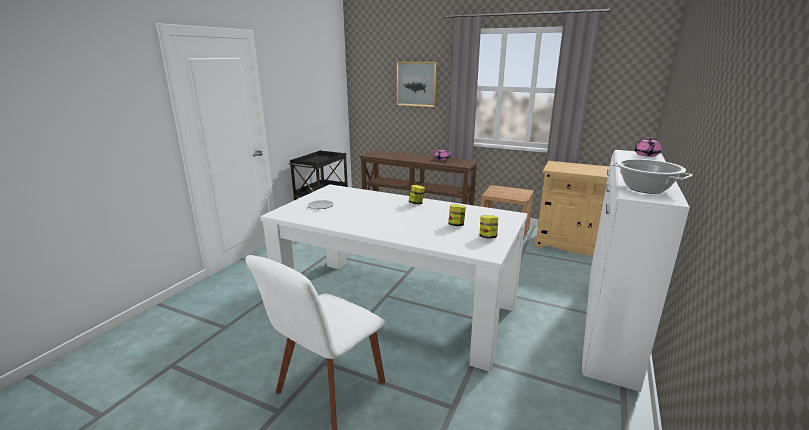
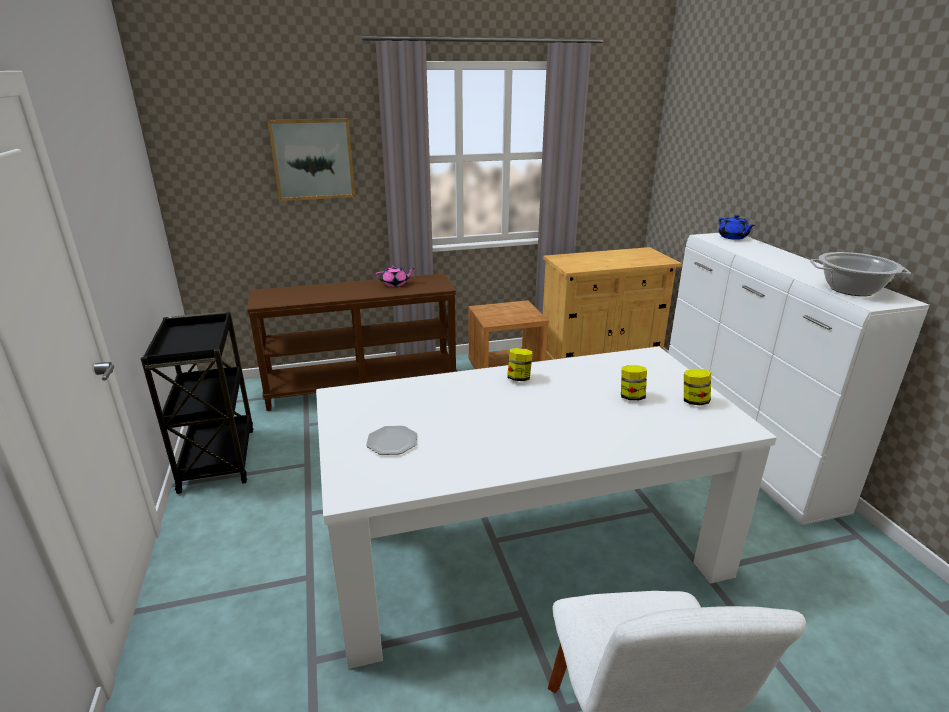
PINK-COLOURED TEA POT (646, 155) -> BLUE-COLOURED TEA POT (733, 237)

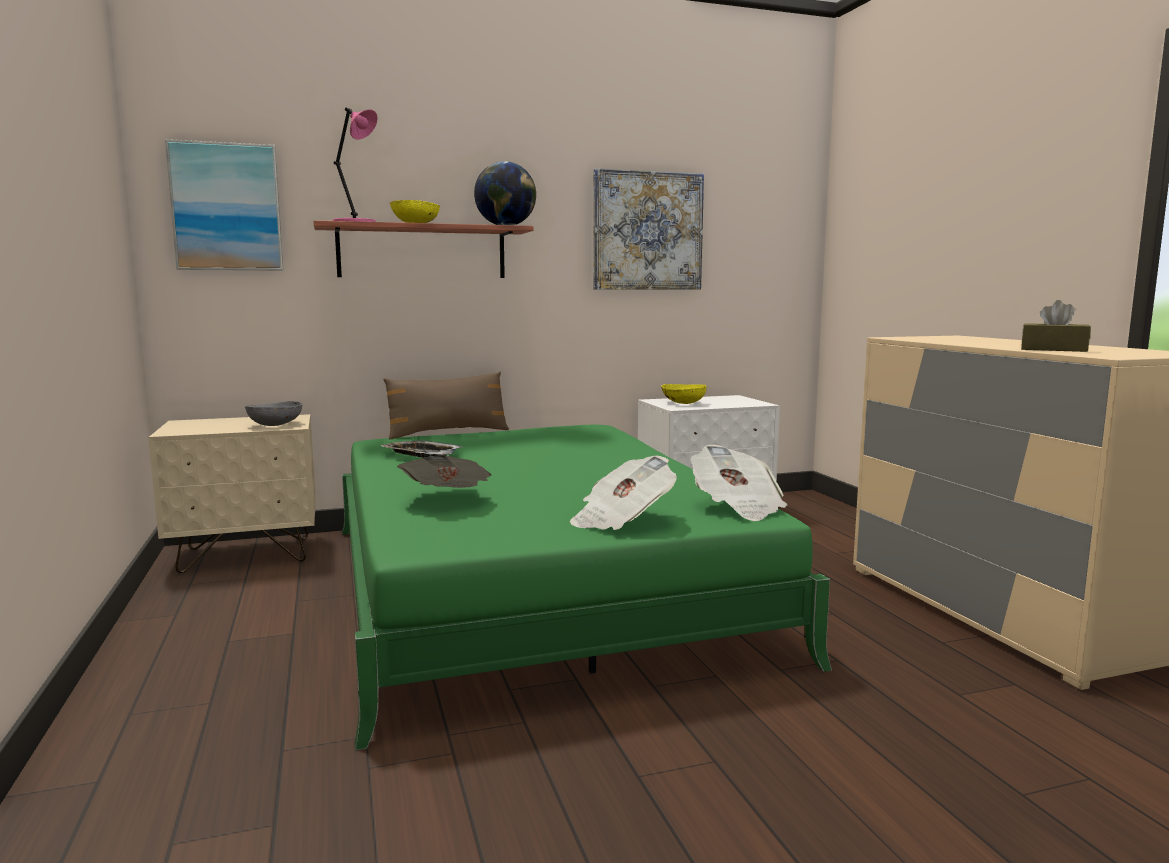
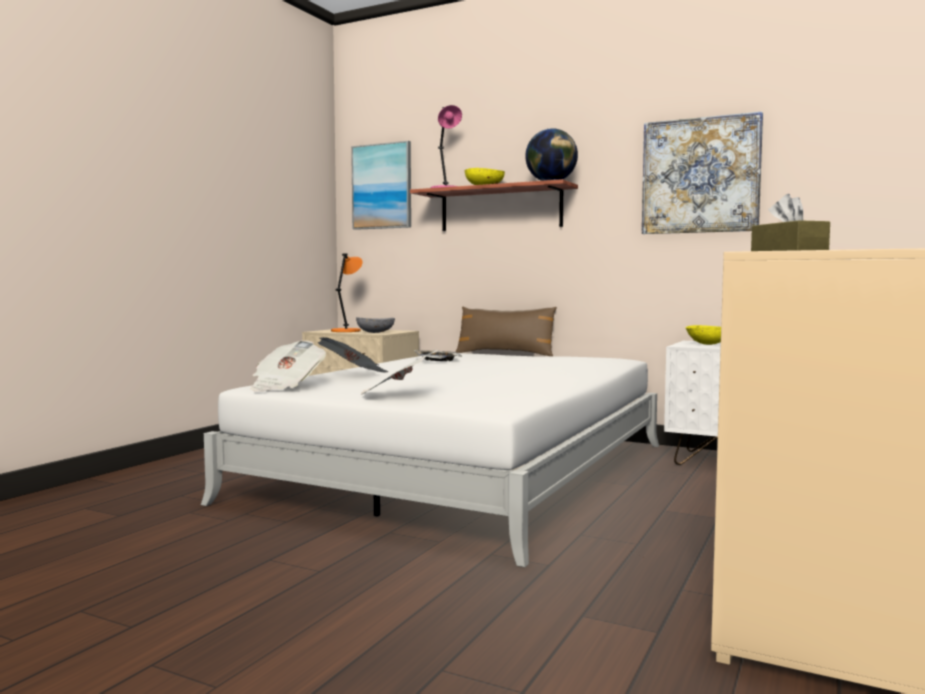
GREENISH BED (533, 586) -> WHITISH BED (464, 471)
DAILY PAPER (737, 507) -> DAILY PAPER (286, 386), moved
none -> ORANGE TABLE LAMP (346, 331)

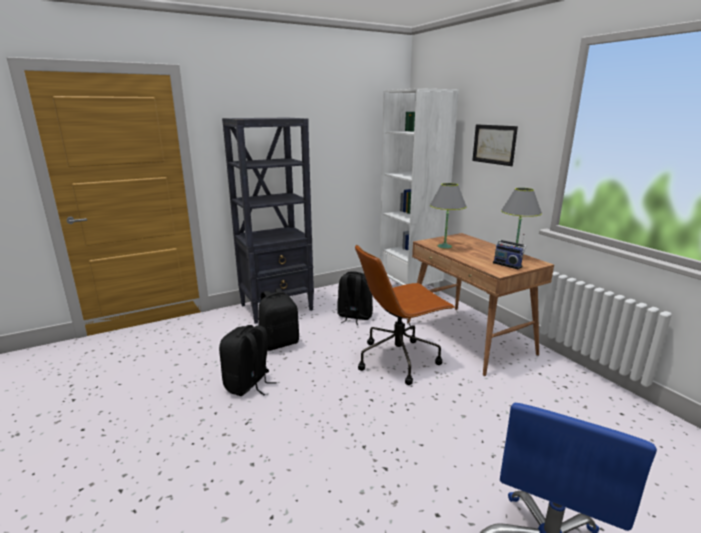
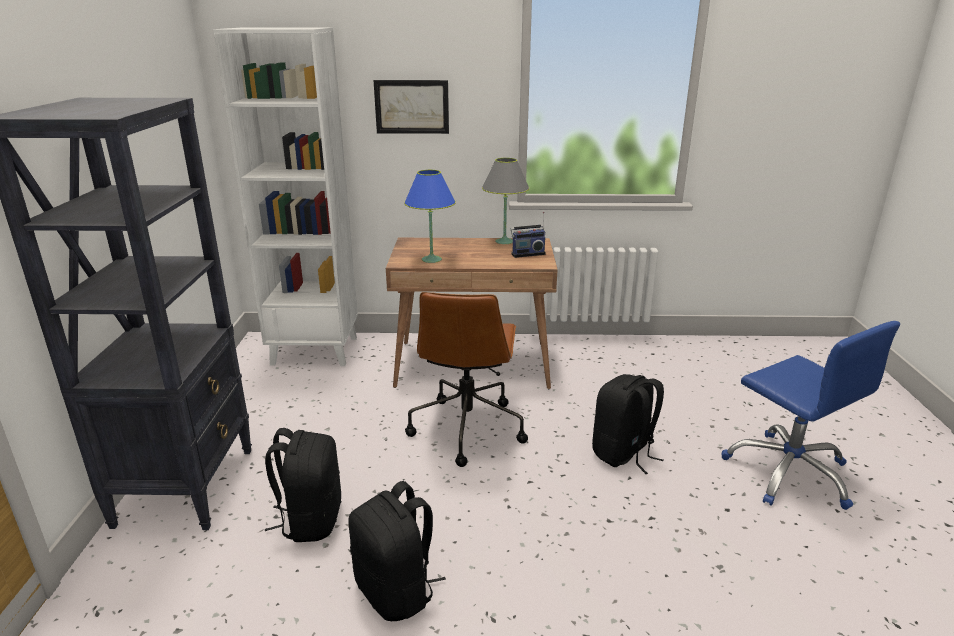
GRAY TABLE LAMP (444, 246) -> BLUE-COLOURED TABLE LAMP (431, 259)
BLACK-COLOURED KNAPSACK (354, 316) -> BLACK-COLOURED KNAPSACK (623, 454), moved

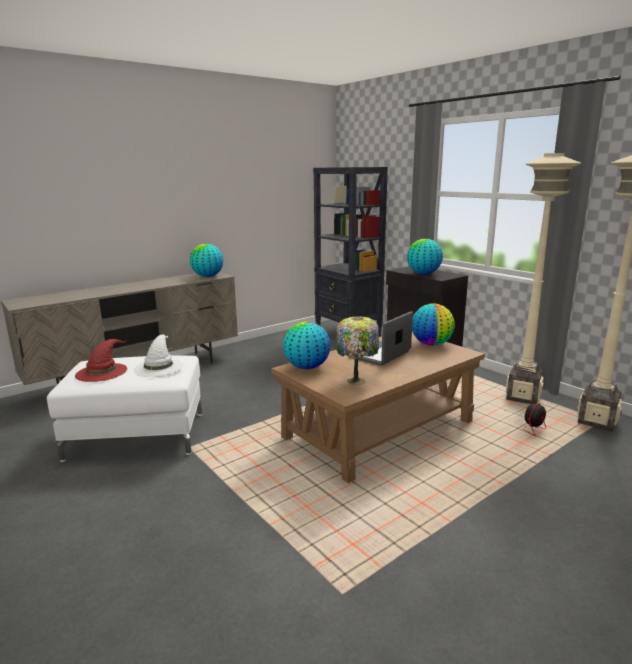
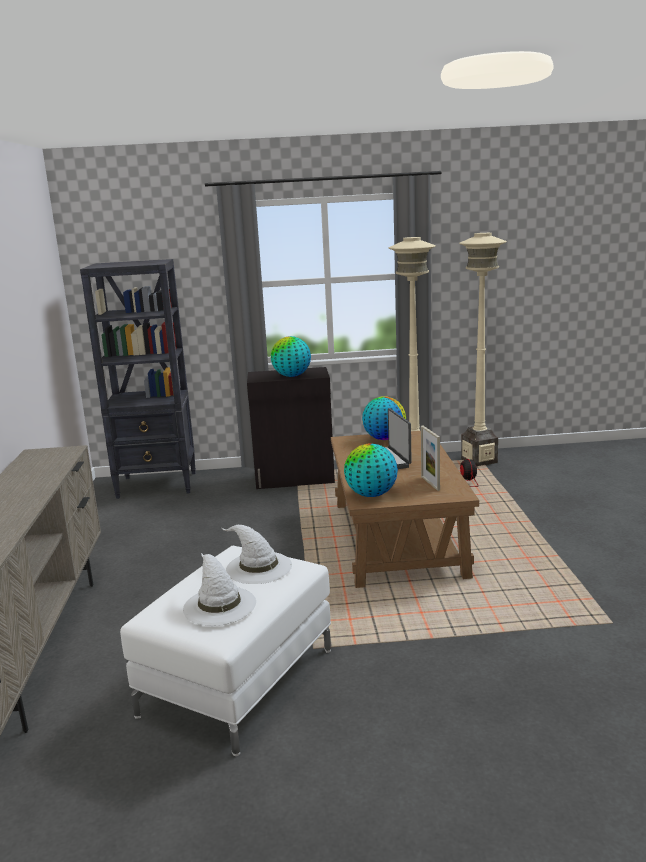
RED-COLOURED WEARABLE HAT (102, 372) -> WHITISH WEARABLE HAT (219, 605)
TABLE LAMP (357, 380) -> PHOTO FRAME (430, 483)
DESK GLOBE (207, 276) -> none

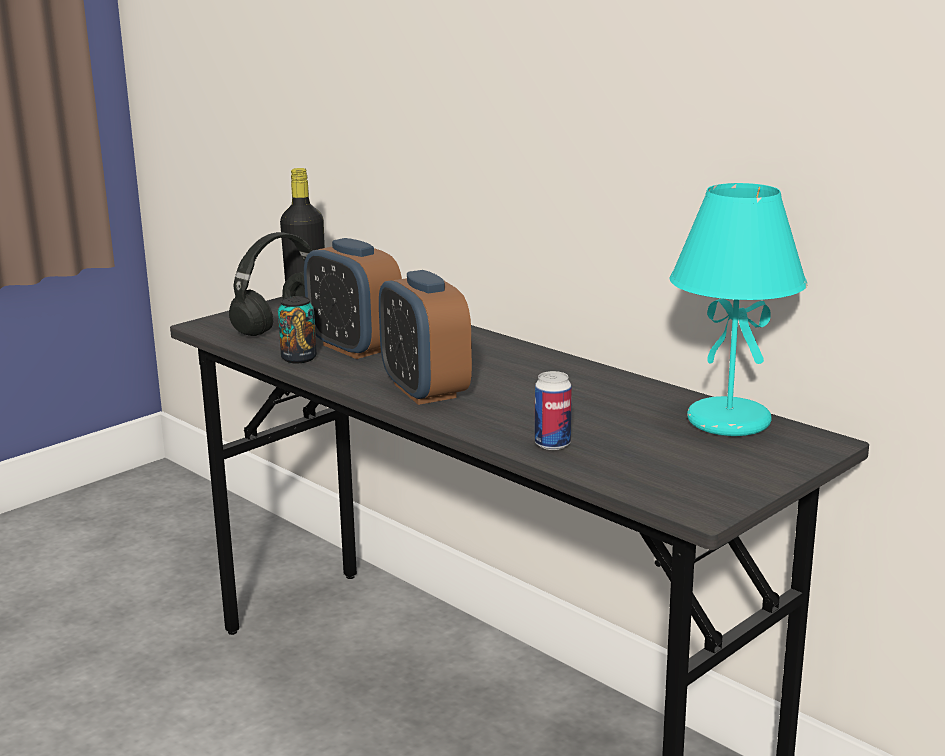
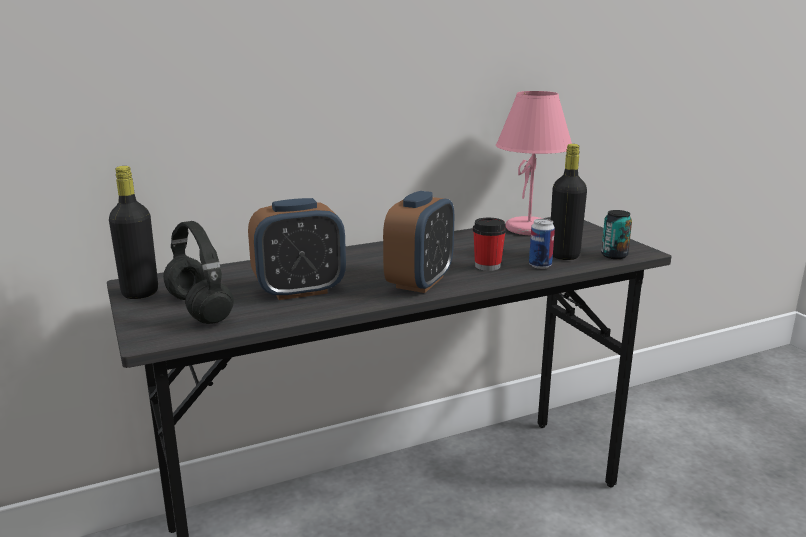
ALARM CLOCK (424, 391) -> ALARM CLOCK (420, 282), 60 degrees counterclockwise
none -> DRINKING CUP (487, 266)
TURQUOISE-COLOURED TABLE LAMP (727, 422) -> PINK-COLOURED TABLE LAMP (529, 229)
none -> BLACK-COLOURED DRINK BOTTLE (564, 255)
METAL CAN (299, 358) -> METAL CAN (614, 255), moved

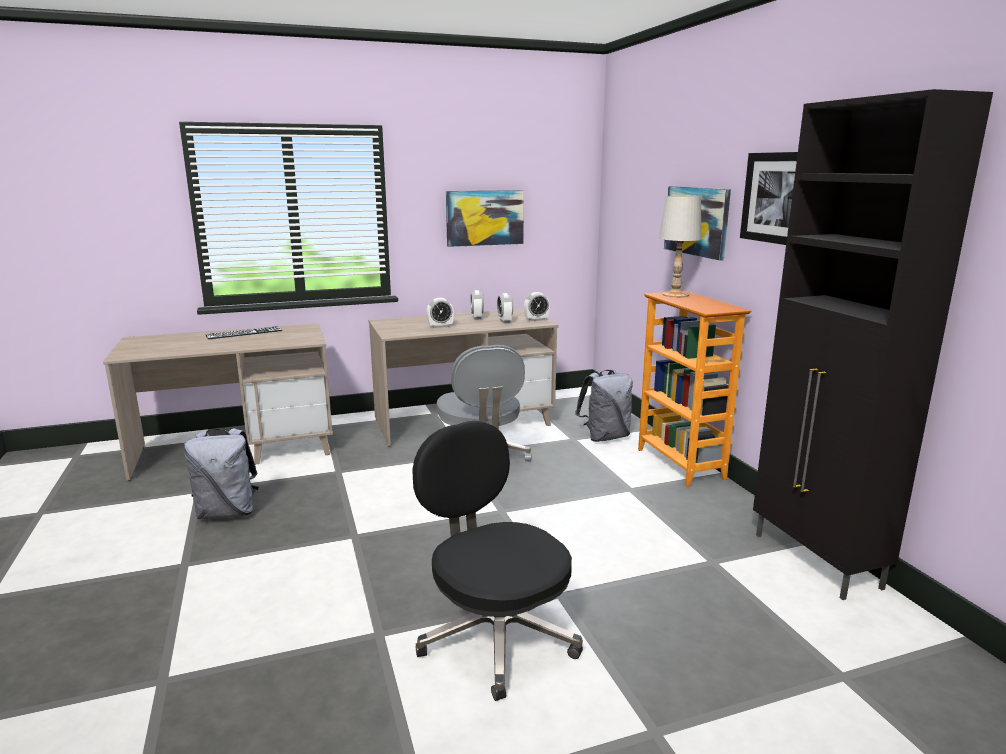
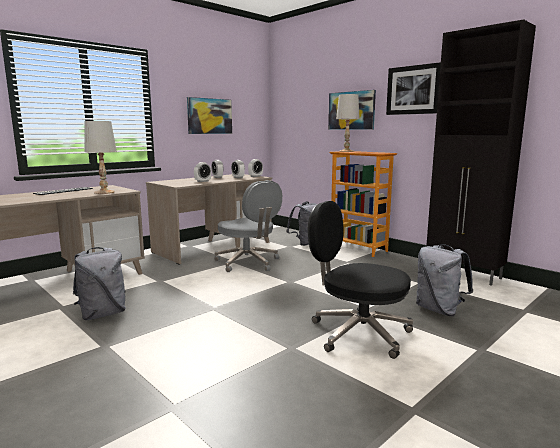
none -> WHITISH TABLE LAMP (104, 192)
none -> GRAY KNAPSACK (439, 310)

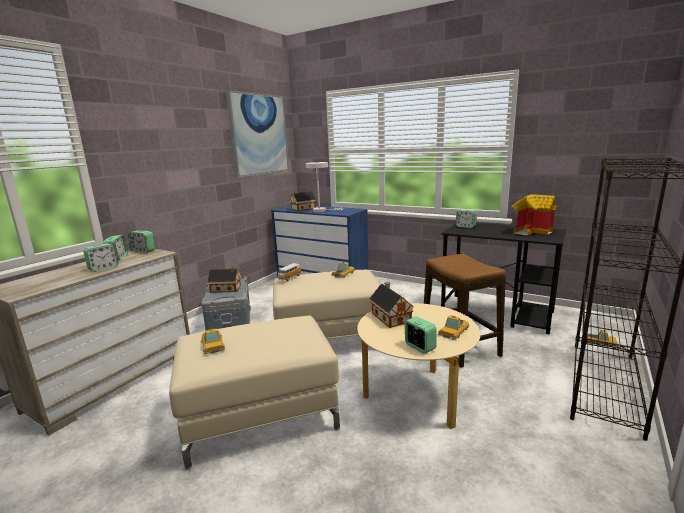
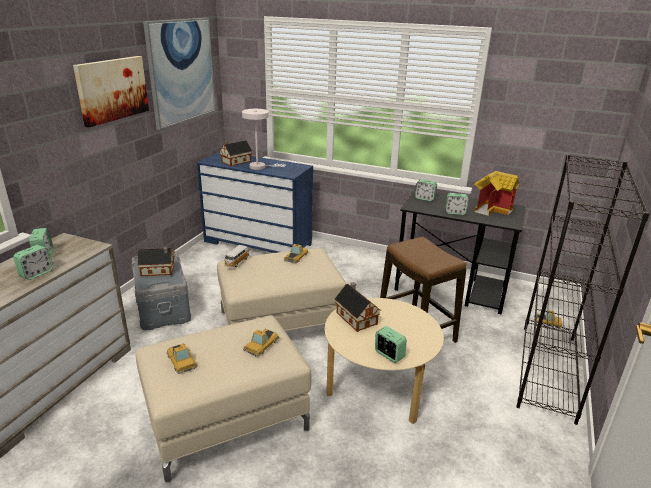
none -> WALL ART (112, 89)
MODEL CAR (453, 331) -> MODEL CAR (261, 345), moved
ALARM CLOCK (143, 251) -> ALARM CLOCK (455, 212), moved

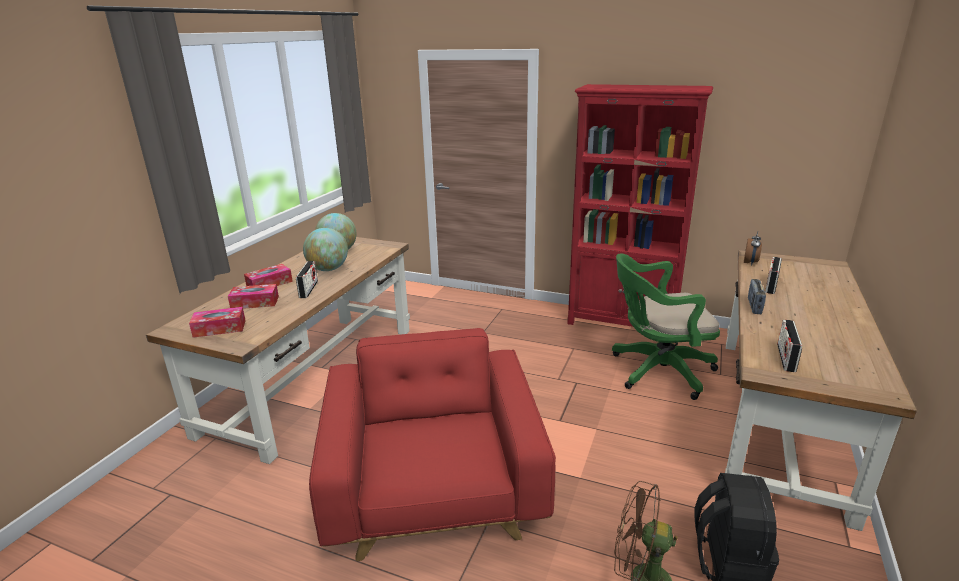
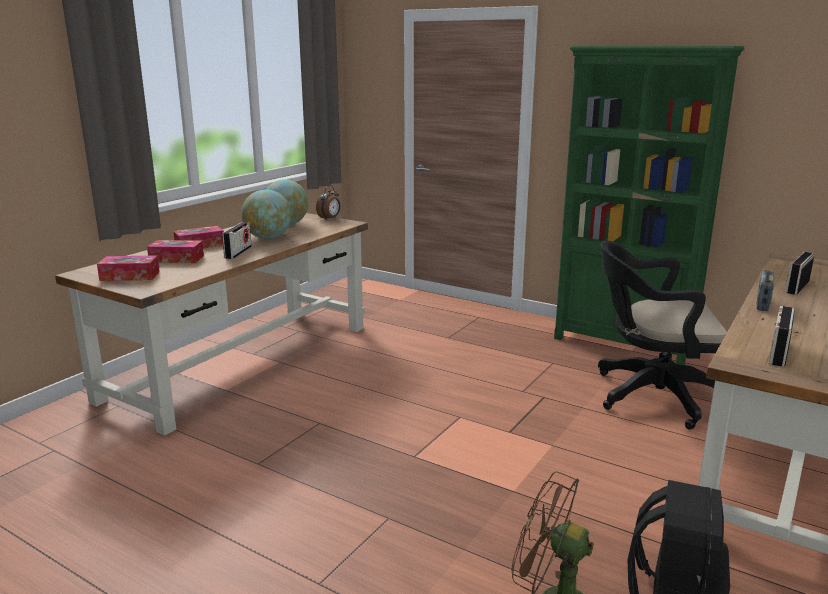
ALARM CLOCK (750, 263) -> ALARM CLOCK (329, 218), moved
RED-COLOURED BOOKSHELF (622, 323) -> GREENISH BOOKSHELF (624, 344)
GREENISH DESK CHAIR (656, 371) -> BLACK-COLOURED DESK CHAIR (650, 395)
RED-COLOURED LOUNGE CHAIR (434, 491) -> none

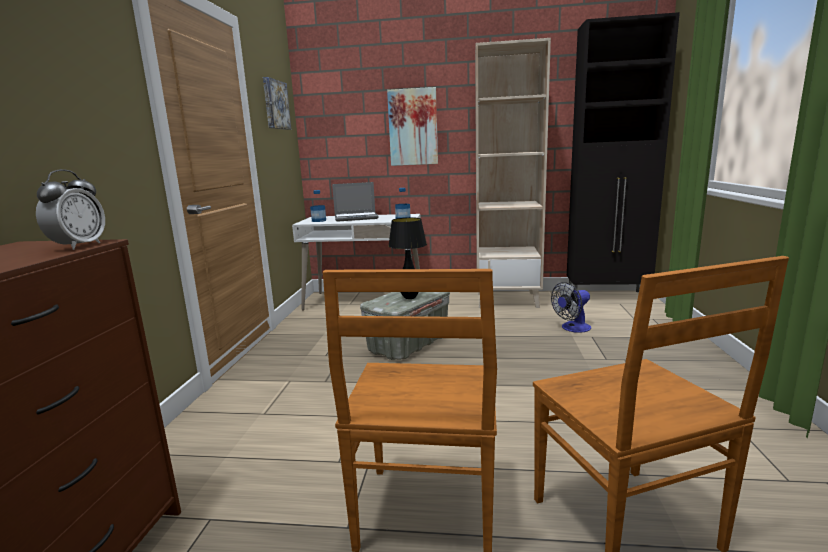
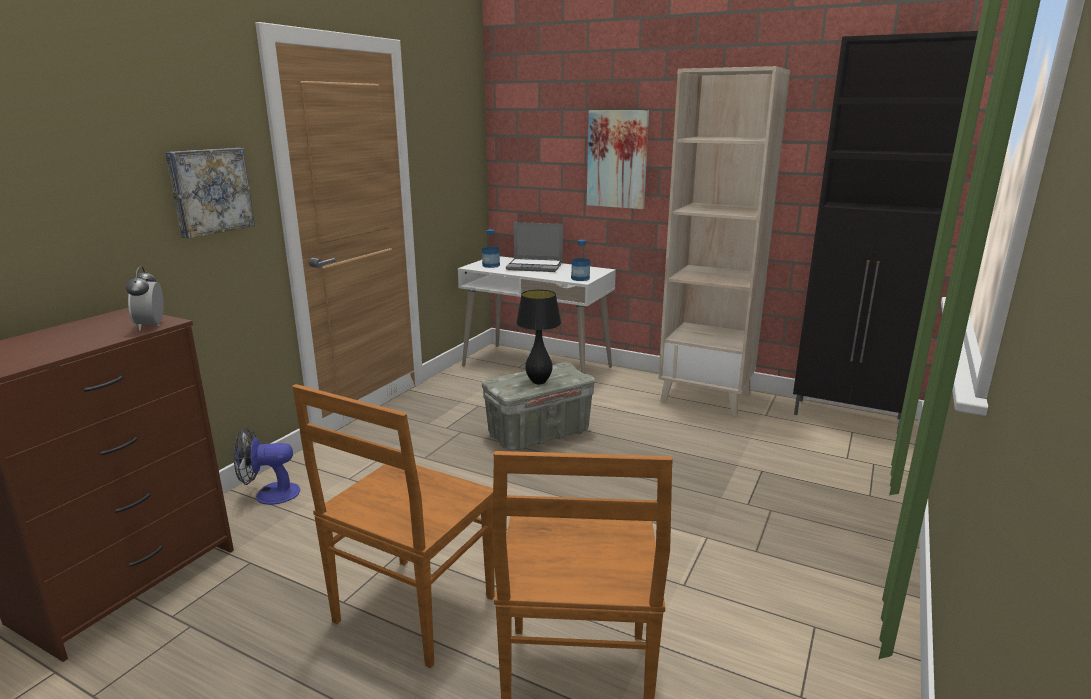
ALARM CLOCK (79, 246) -> ALARM CLOCK (151, 326), 135 degrees clockwise
WALL ART (275, 105) -> WALL ART (209, 191), moved
FAN (572, 328) -> FAN (269, 494), moved

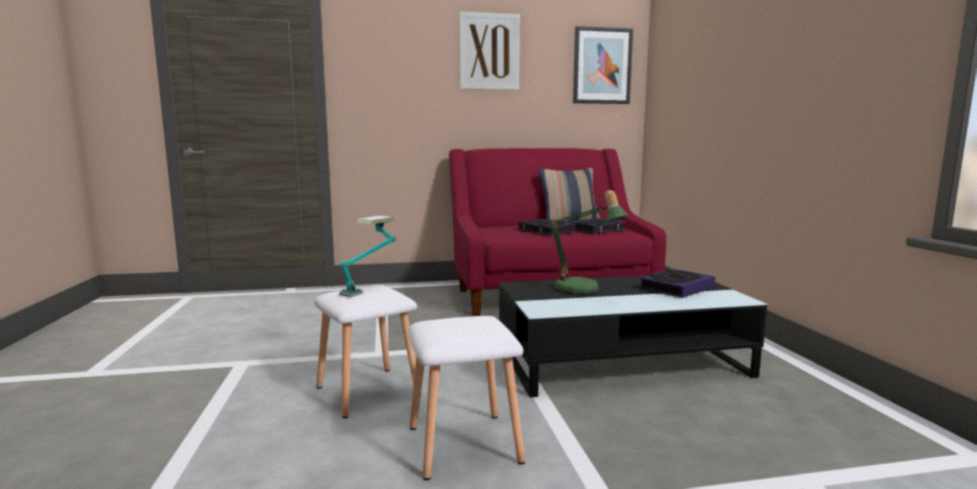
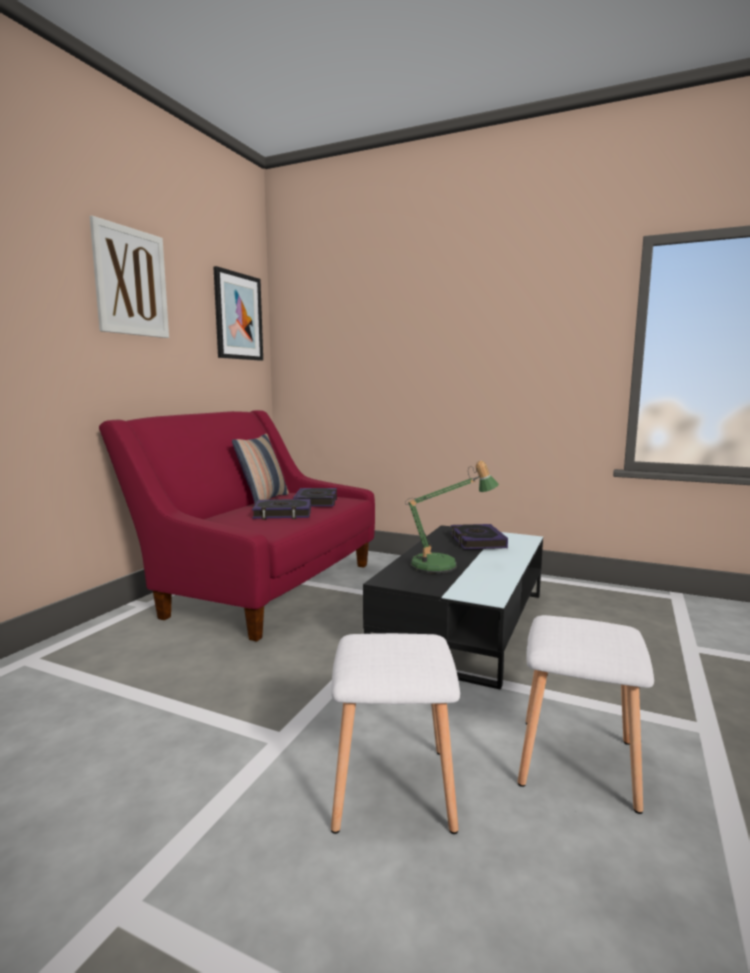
TABLE LAMP (370, 288) -> none

